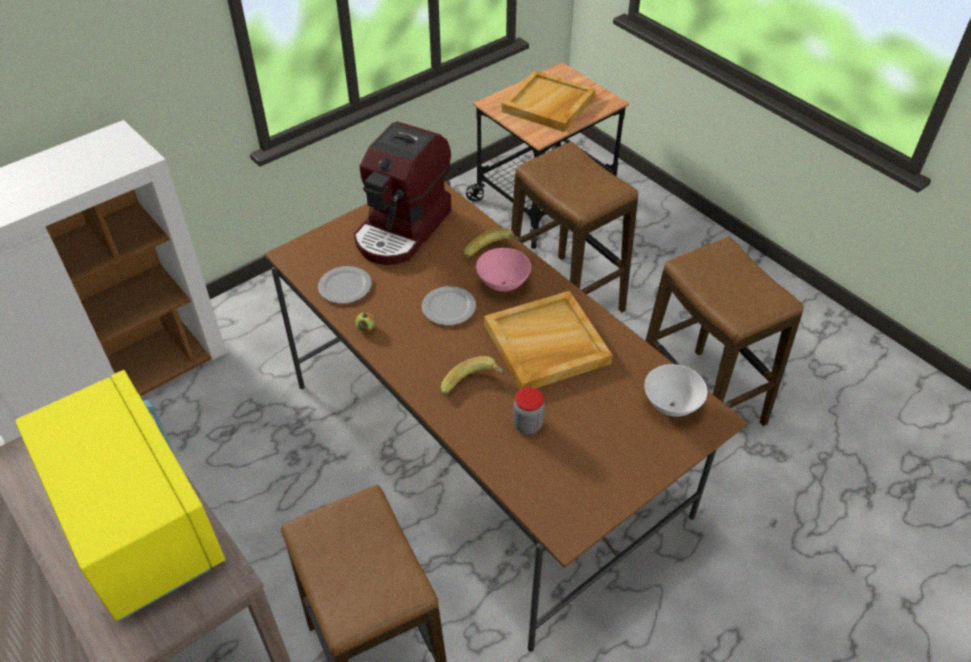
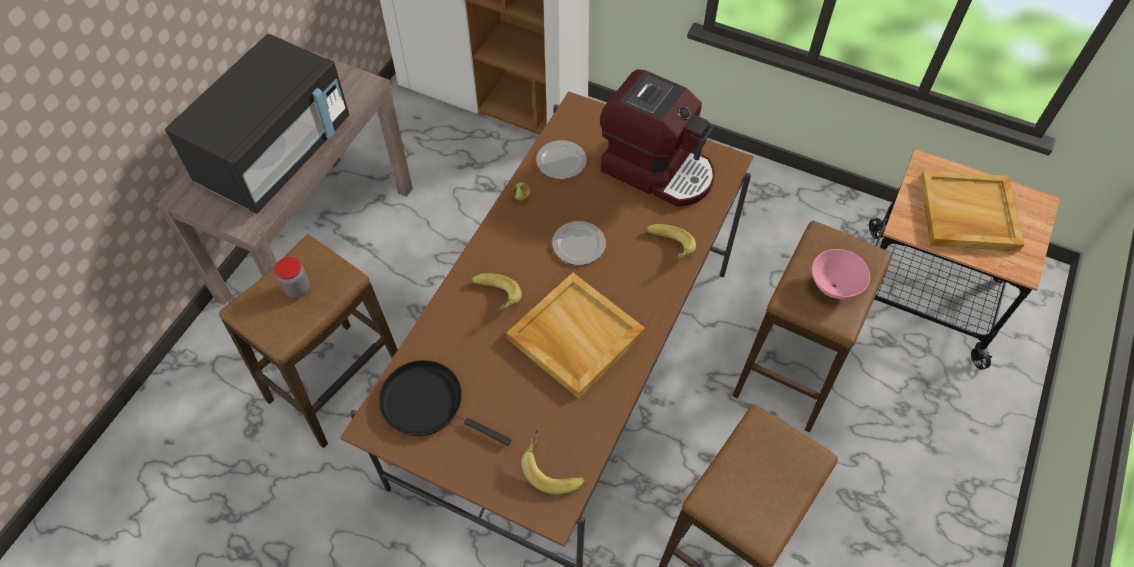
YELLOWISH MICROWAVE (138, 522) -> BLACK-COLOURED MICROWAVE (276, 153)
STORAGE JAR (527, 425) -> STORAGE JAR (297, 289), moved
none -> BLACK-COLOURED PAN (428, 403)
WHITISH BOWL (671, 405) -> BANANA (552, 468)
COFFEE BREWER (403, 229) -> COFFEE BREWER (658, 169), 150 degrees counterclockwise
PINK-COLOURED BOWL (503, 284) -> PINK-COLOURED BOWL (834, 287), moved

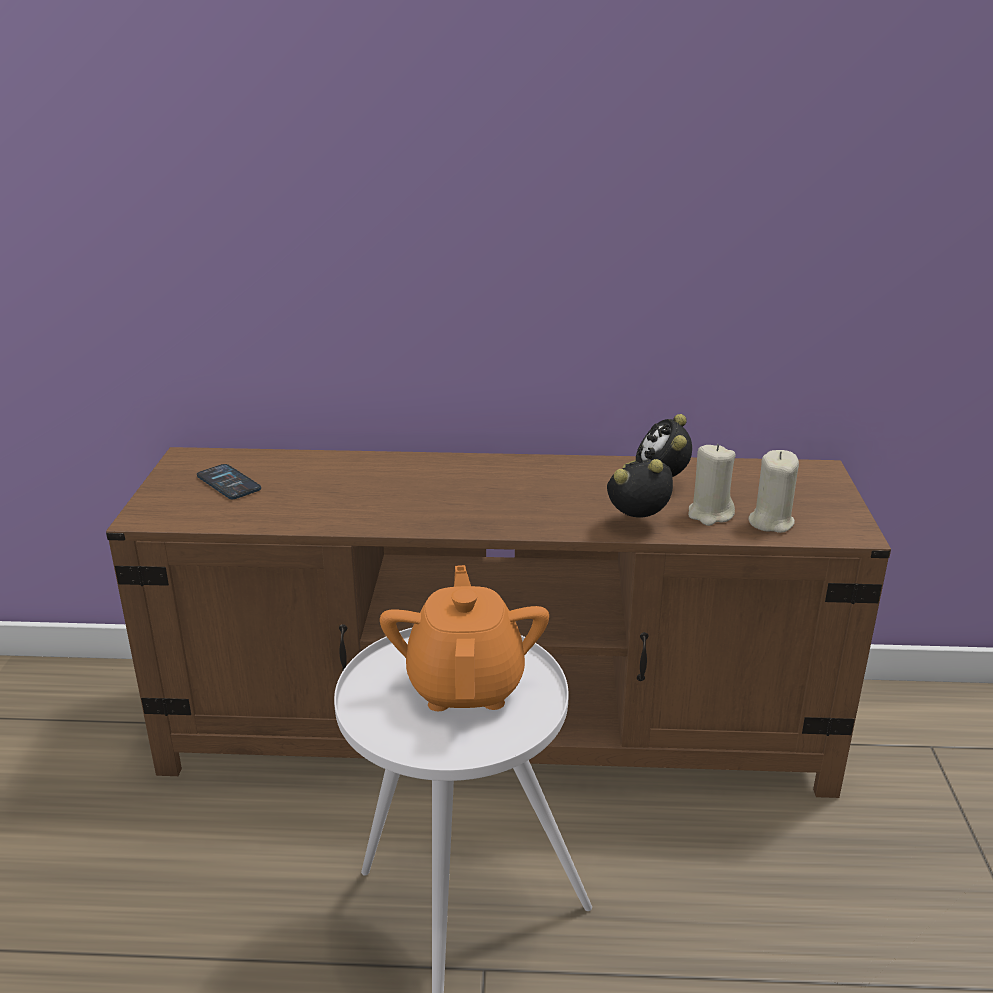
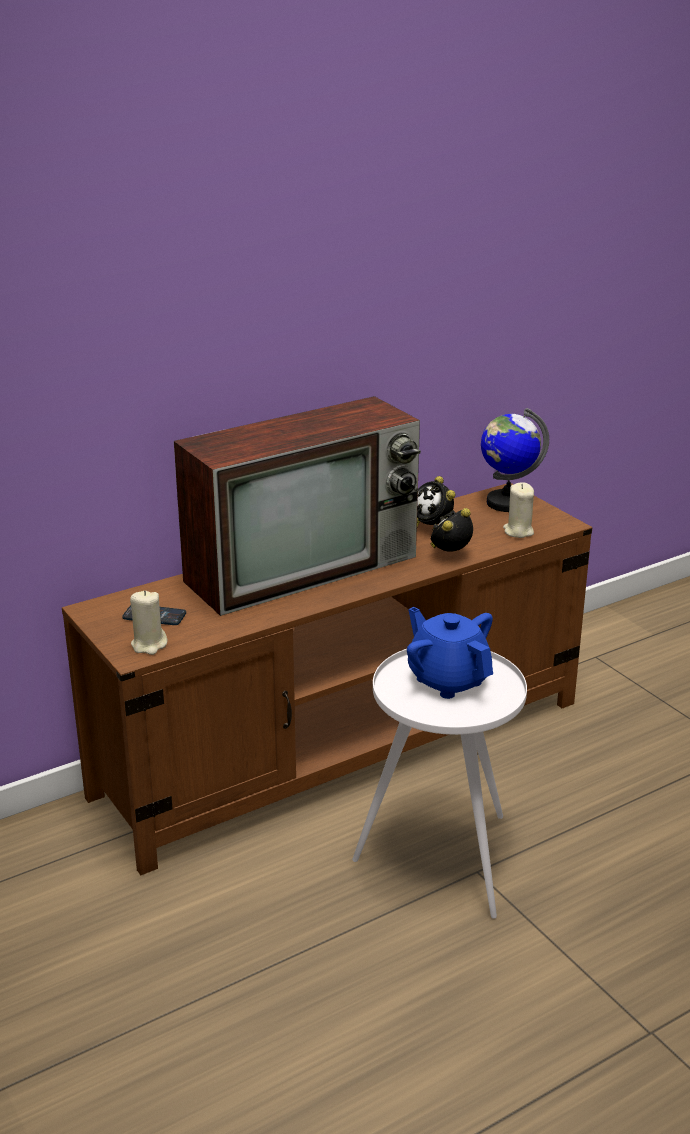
BEIGE WAX LIGHT (710, 514) -> BEIGE WAX LIGHT (149, 645), moved
none -> TELEVISION (305, 567)
ORANGE TEA POT (466, 685) -> BLUE-COLOURED TEA POT (448, 680)
none -> DESK GLOBE (506, 503)

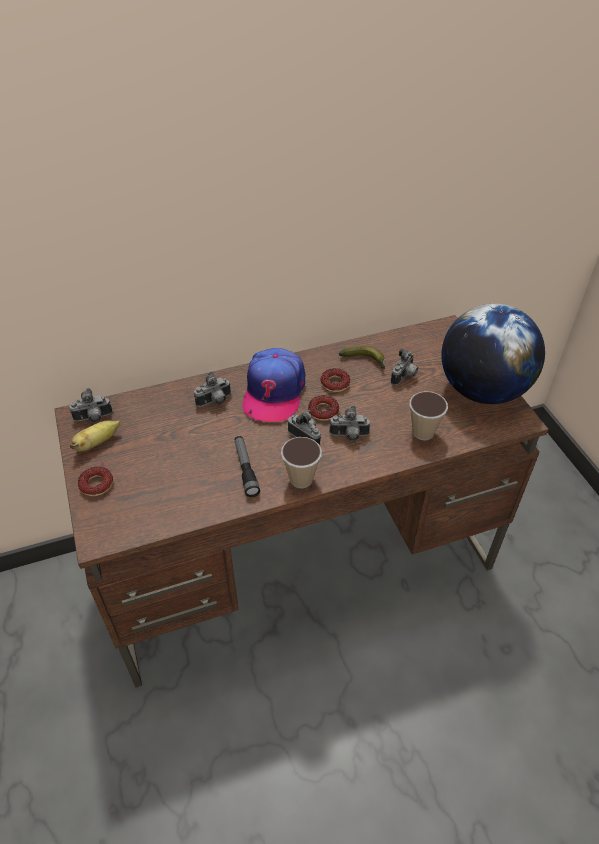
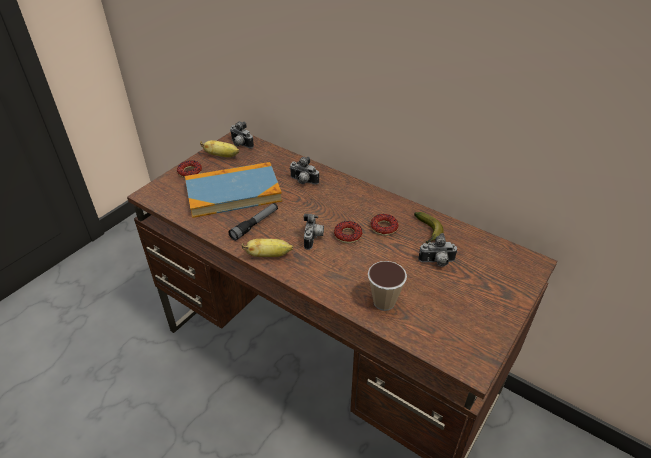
none -> BOOK (233, 192)
DRINKING CUP (301, 479) -> BANANA (269, 255)
CAP (273, 391) -> none
STILL CAMERA (349, 436) -> none
DESK GLOBE (482, 390) -> none

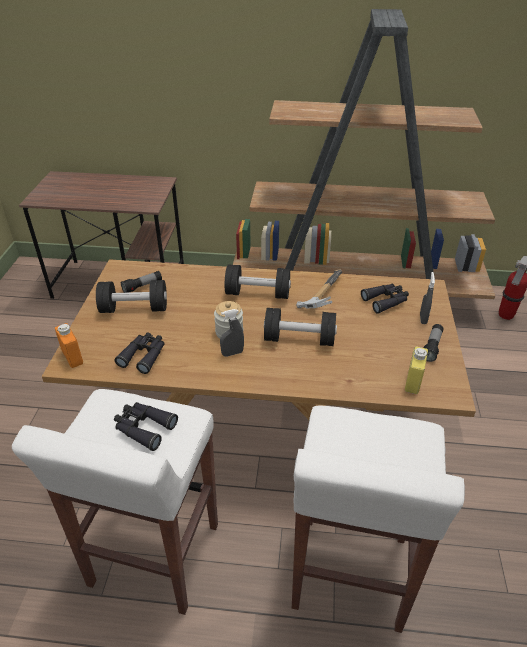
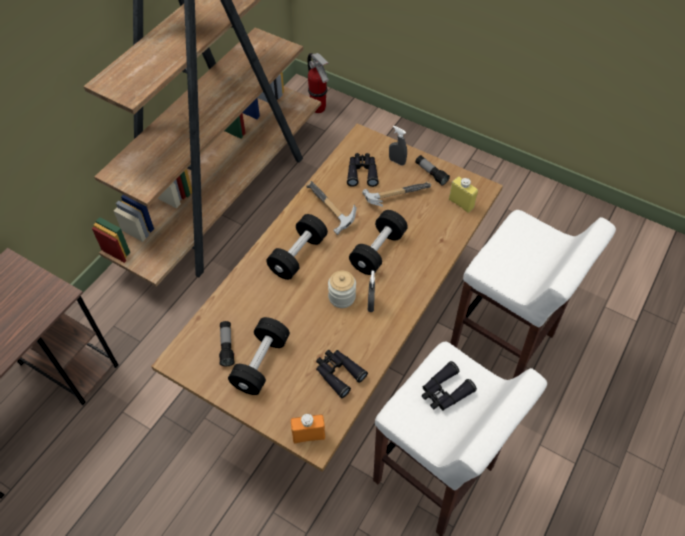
none -> TOOL HAMMER (394, 195)

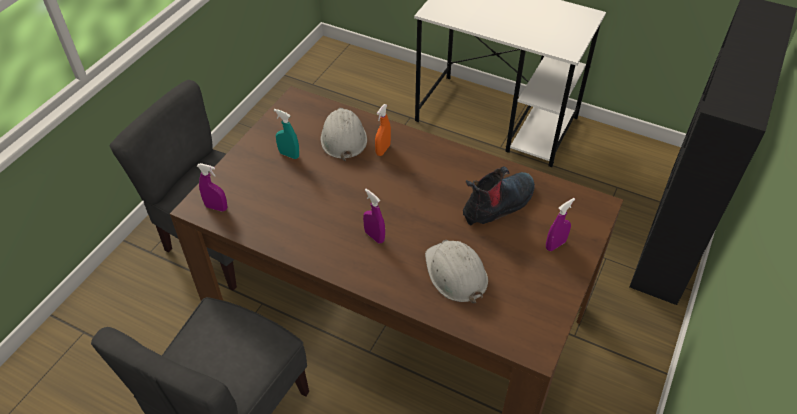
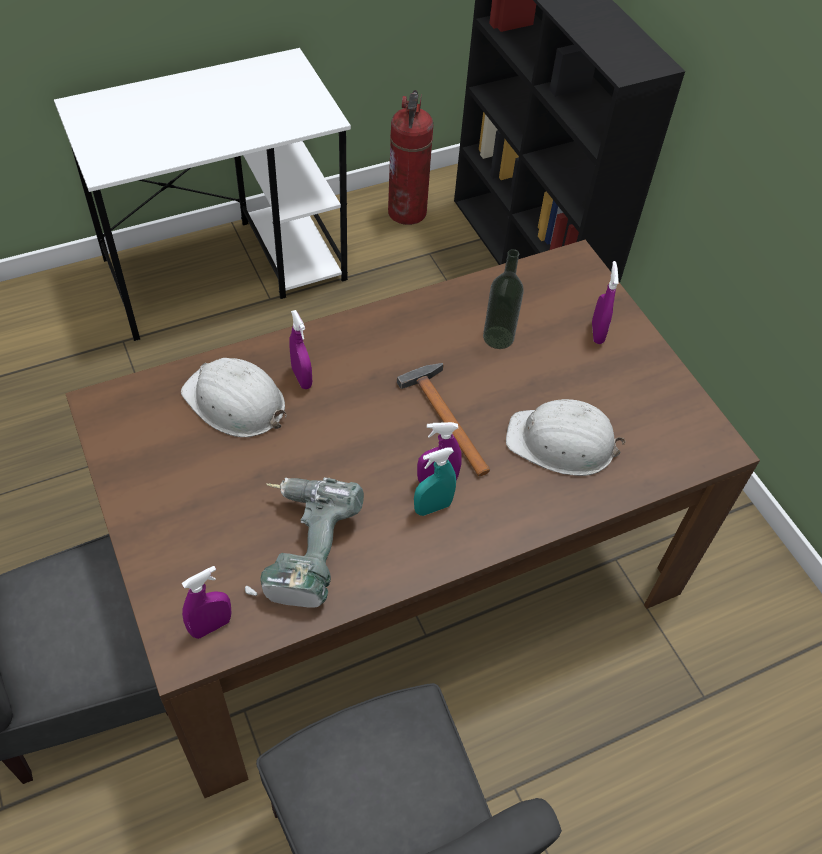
none -> ELECTRIC DRILL (302, 550)
ORANGE SPRAYER (383, 150) -> PURPLE SPRAYER (301, 378)
none -> FIRE EXTINGUISHER (407, 212)
none -> TOOL HAMMER (446, 417)
TURQUOISE-COLOURED SPRAYER (289, 155) -> TURQUOISE-COLOURED SPRAYER (433, 507), moved
BOOT (498, 205) -> DRINK BOTTLE (498, 337)

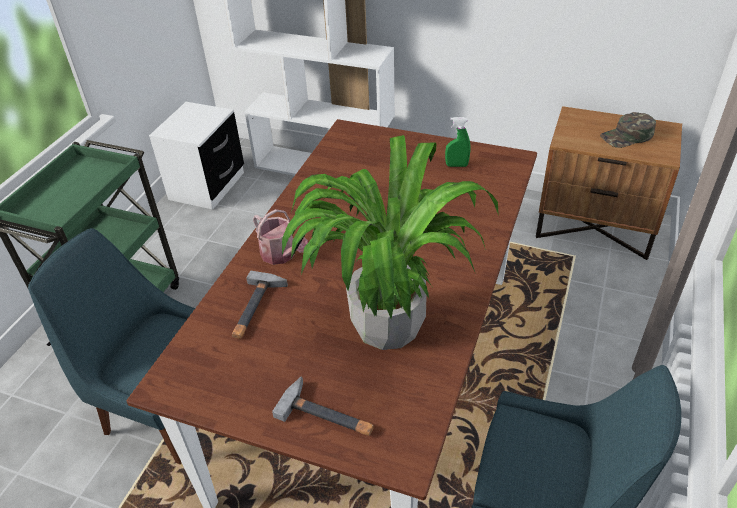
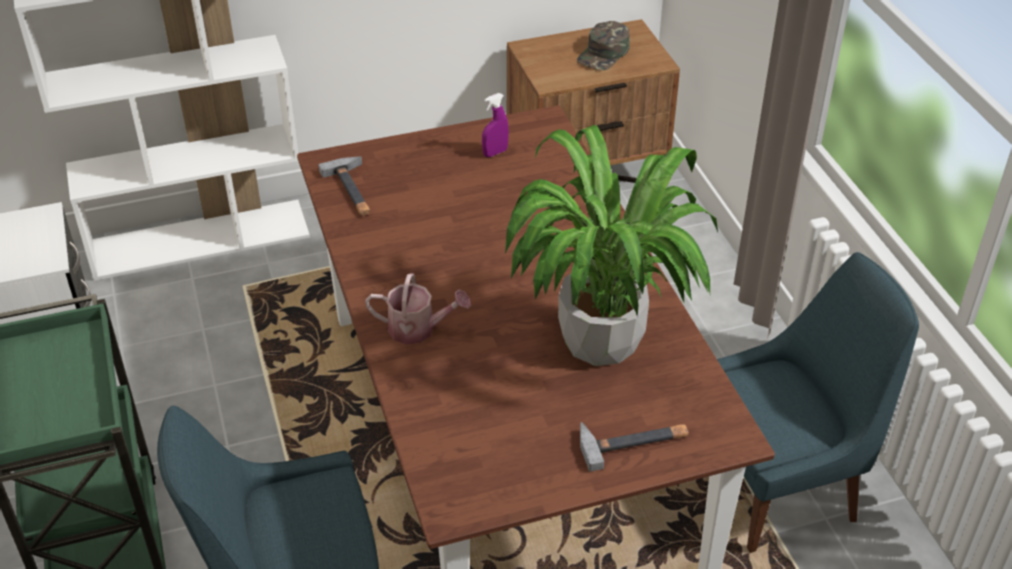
TOOL HAMMER (255, 308) -> TOOL HAMMER (353, 190), moved
GREENISH SPRAYER (456, 165) -> PURPLE SPRAYER (495, 152)

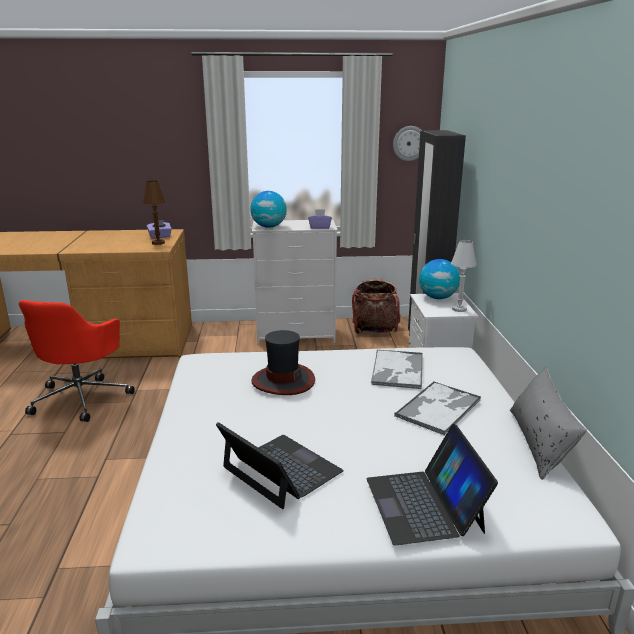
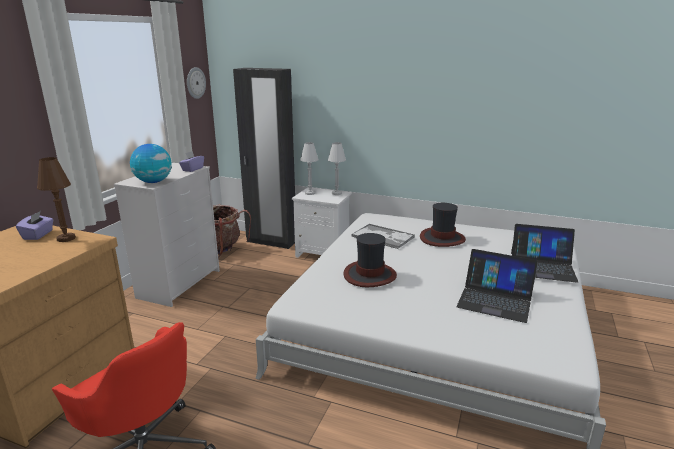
DESK GLOBE (437, 298) -> WHITISH TABLE LAMP (310, 193)
TRAY (439, 408) -> WEARABLE HAT (442, 238)
NOTEBOOK COMPUTER (281, 470) -> NOTEBOOK COMPUTER (495, 300), 135 degrees counterclockwise
GRAY THROW PILLOW (539, 442) -> none

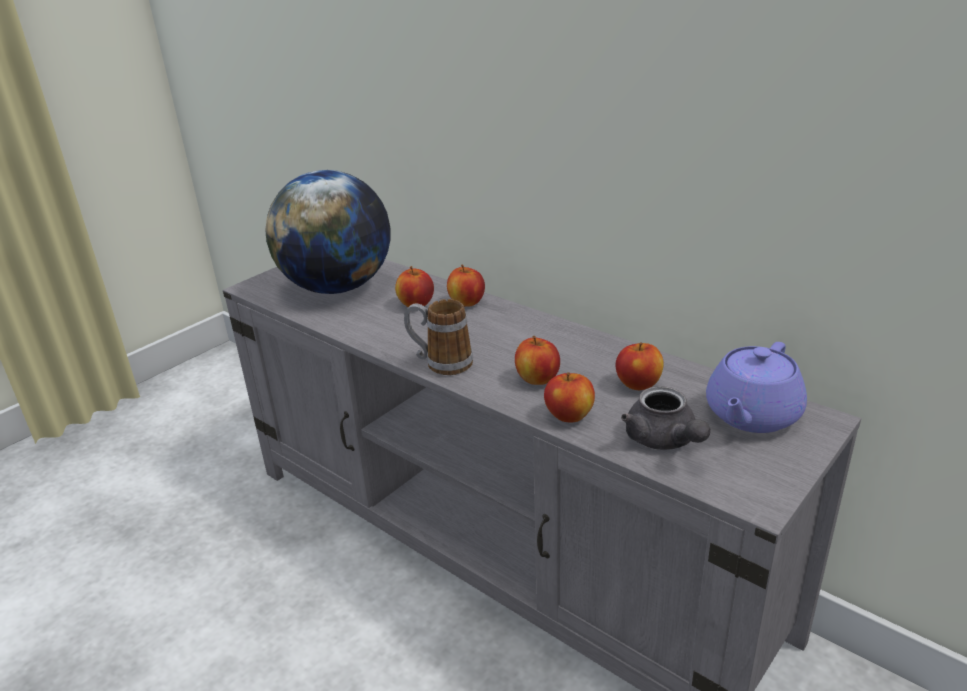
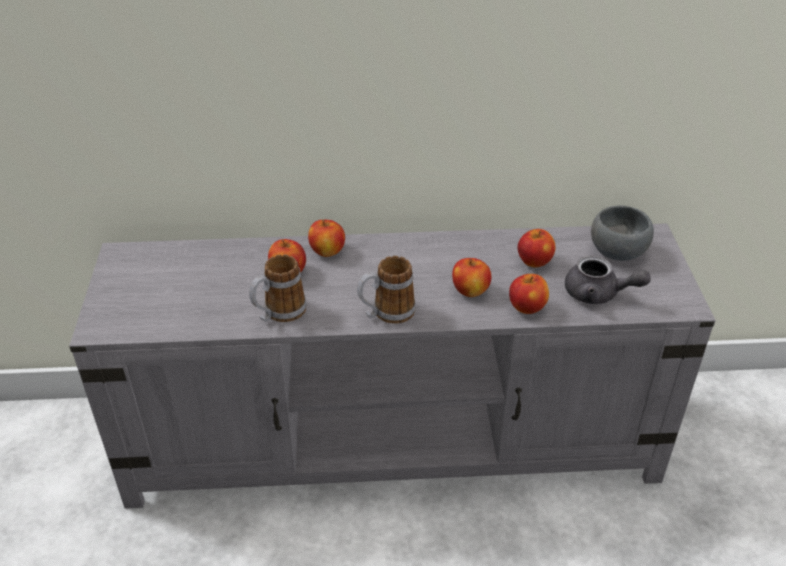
none -> TEA MUG (279, 314)
PURPLE TEA POT (751, 415) -> GRAY BOWL (618, 251)
DESK GLOBE (338, 287) -> none

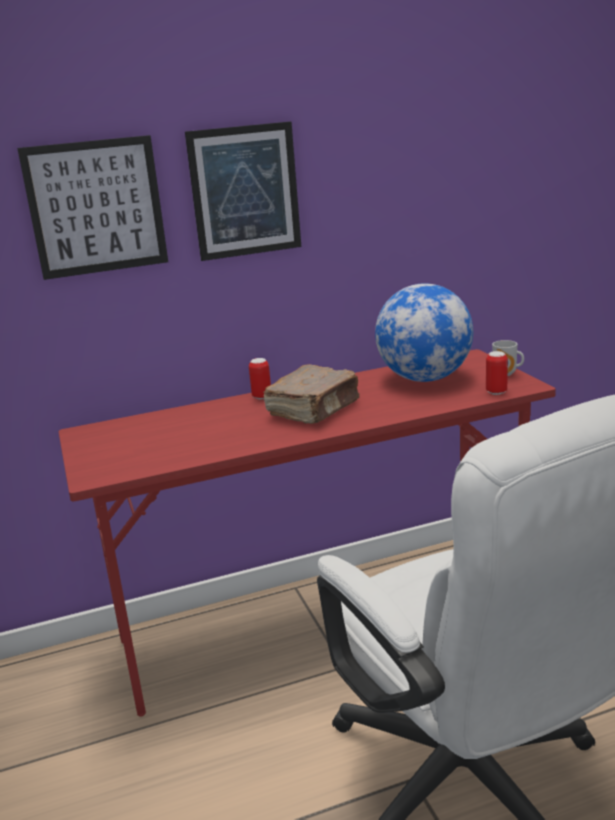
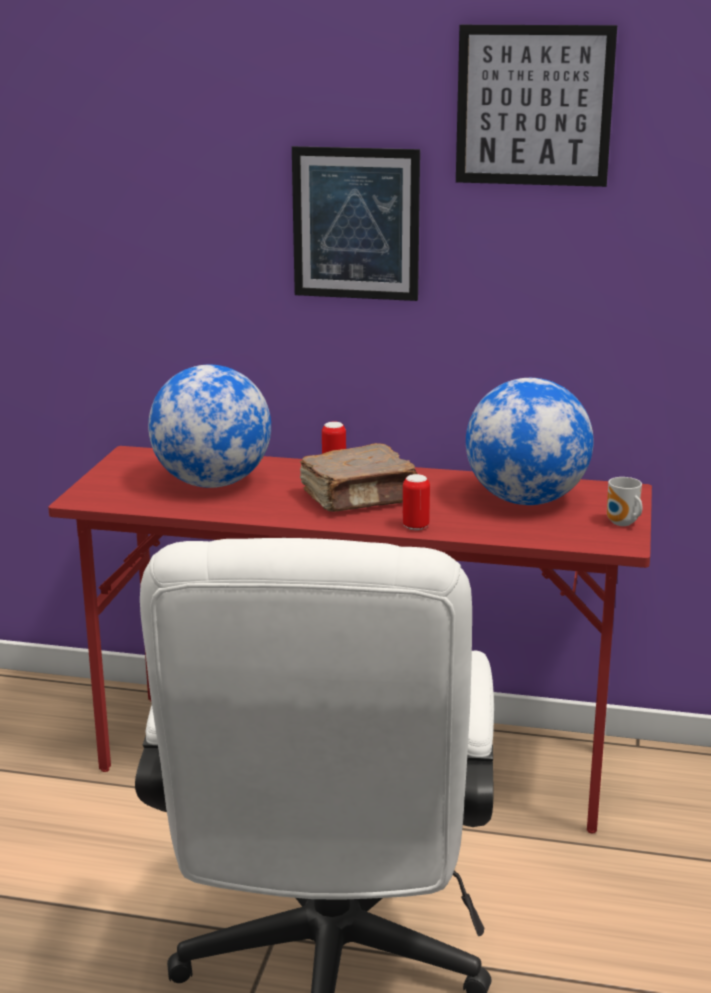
none -> DESK GLOBE (212, 483)
METAL CAN (496, 392) -> METAL CAN (415, 526), moved
WALL ART (96, 207) -> WALL ART (534, 106), moved

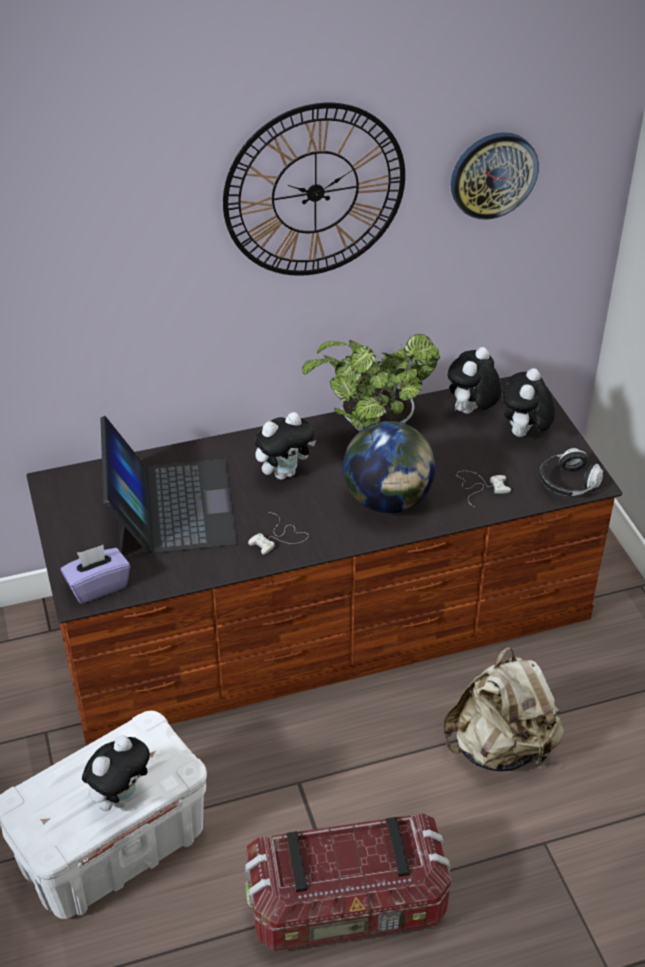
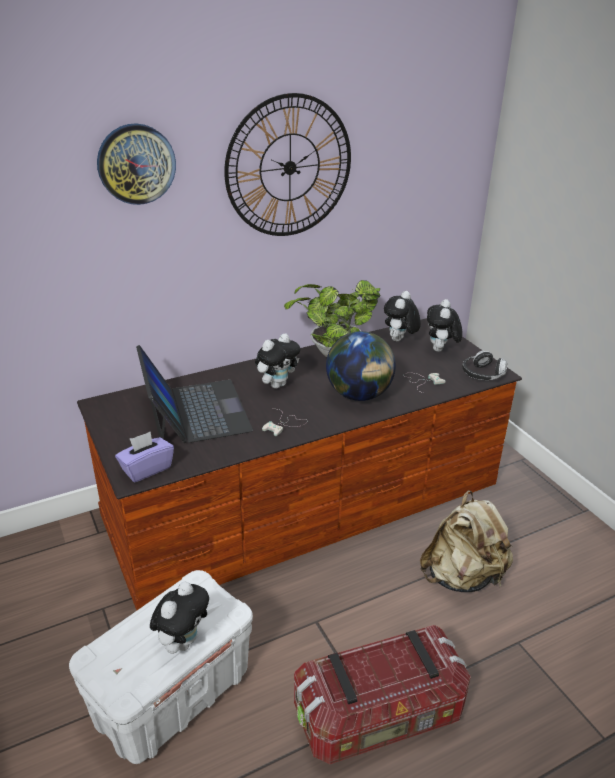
WALL CLOCK (493, 175) -> WALL CLOCK (136, 164), moved

